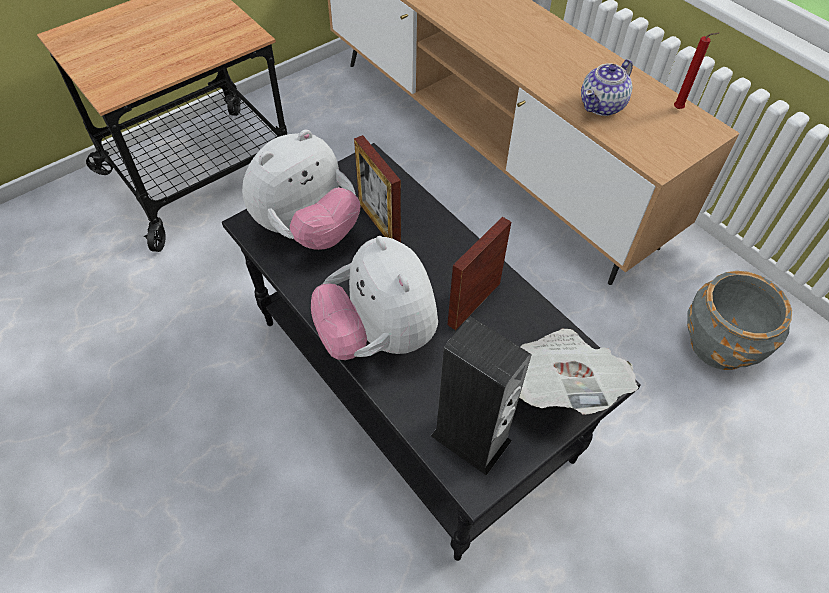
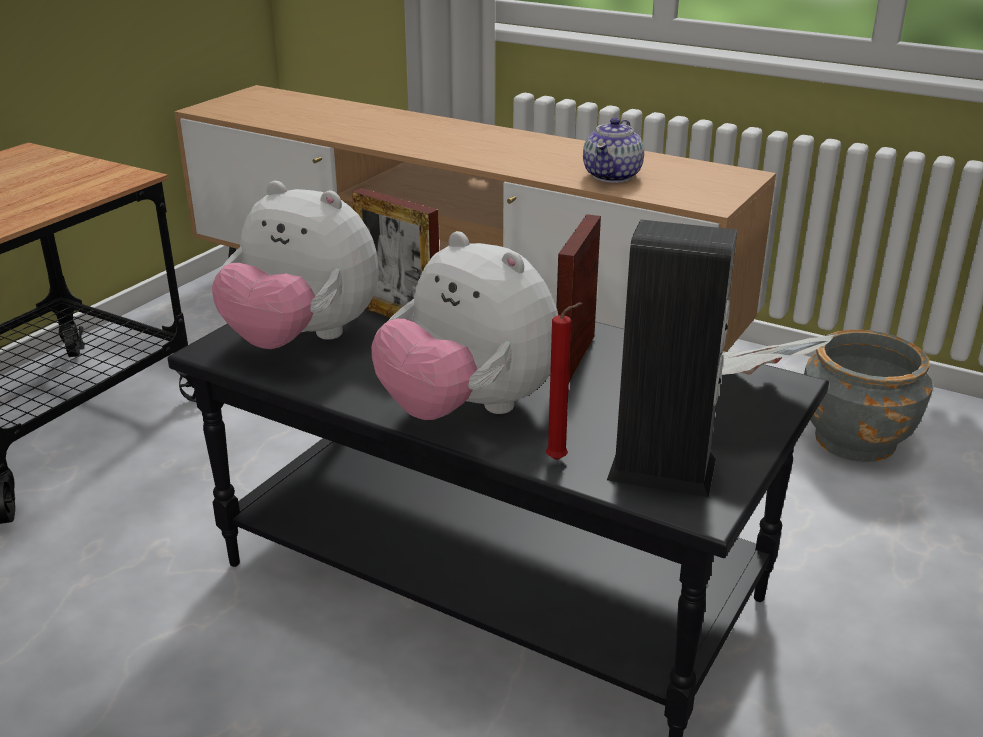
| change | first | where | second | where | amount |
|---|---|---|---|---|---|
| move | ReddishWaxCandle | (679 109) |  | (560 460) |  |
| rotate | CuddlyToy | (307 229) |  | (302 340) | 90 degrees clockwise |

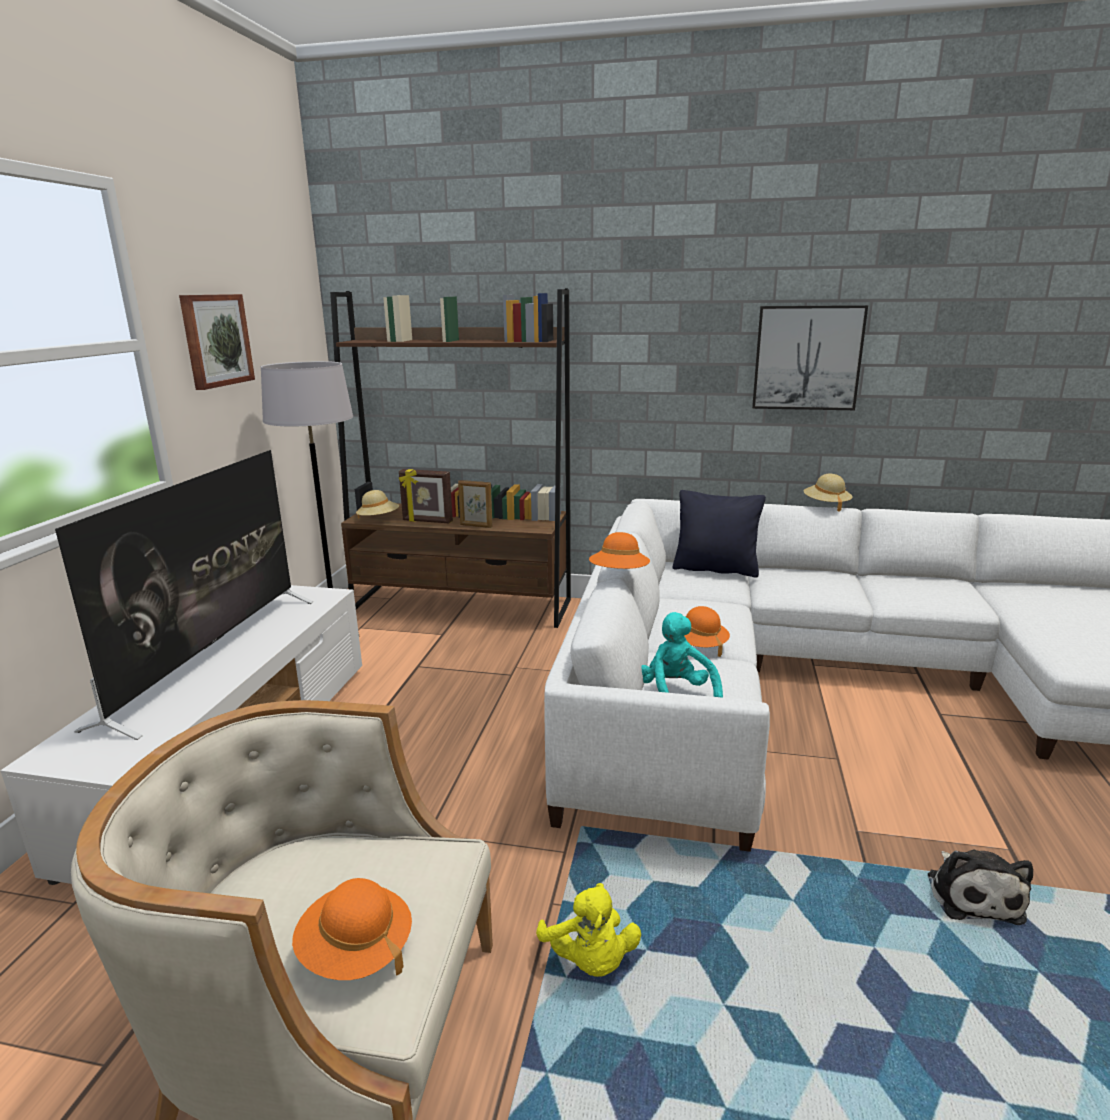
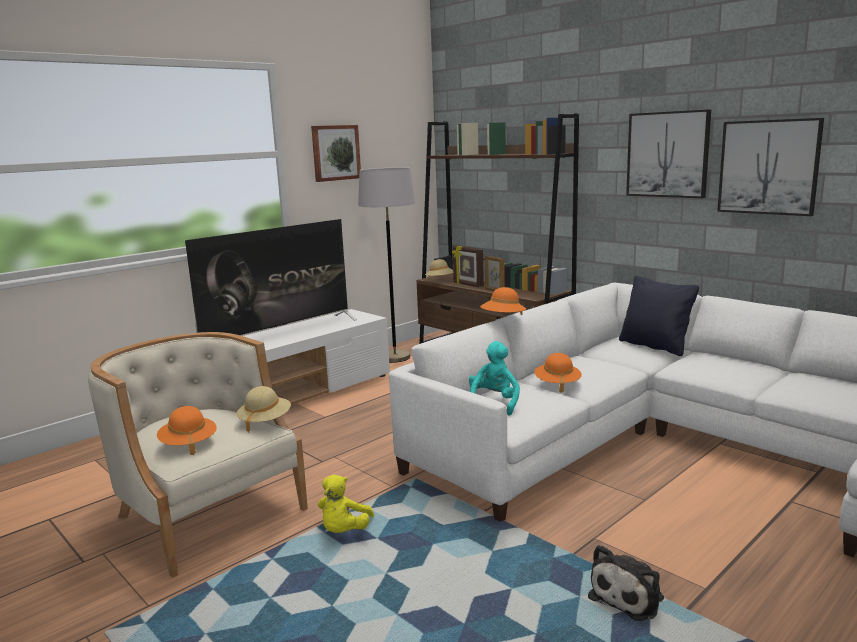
| change | first | where | second | where | amount |
|---|---|---|---|---|---|
| insert |  |  | Picture | (668 154) |  |
| move | BeigeWearableHat | (826 505) |  | (265 421) |  |

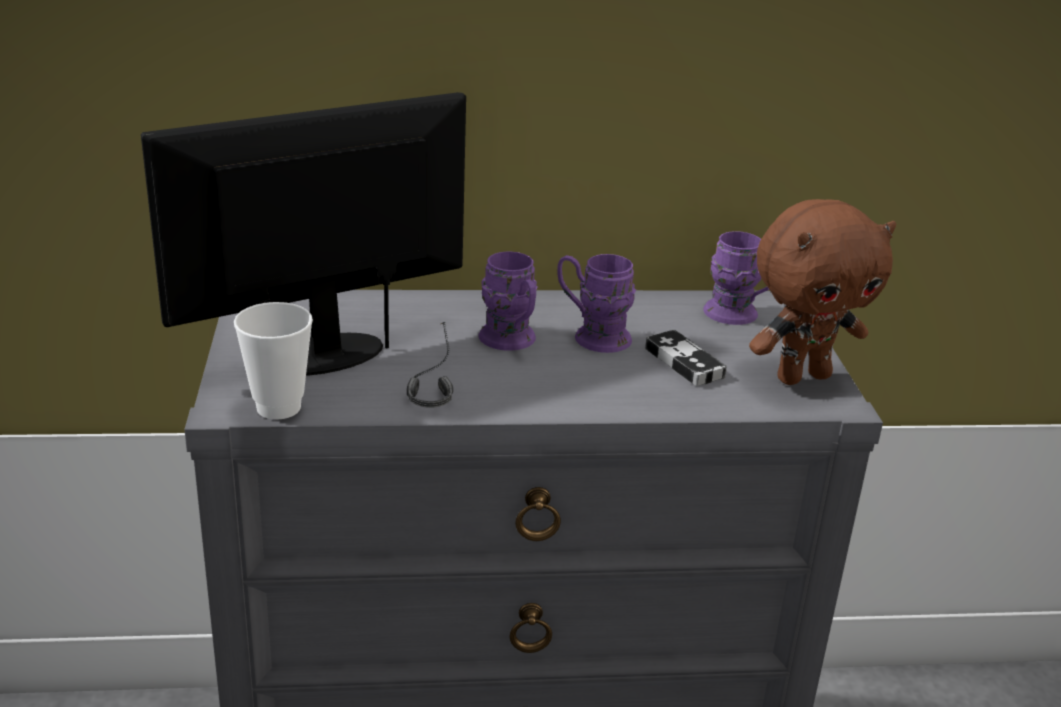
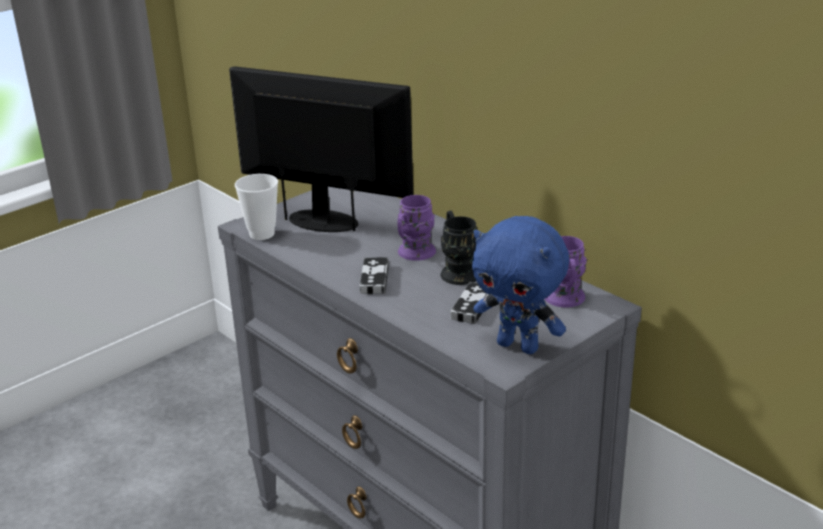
| change | first | where | second | where | amount |
|---|---|---|---|---|---|
| delete | Headset | (428 379) |  |  |  |
| insert |  |  | Gamepad | (374 279) |  |
| recolor | PurpleMug | (592 336) | BlackishMug | (457 271) |  |
| recolor | BrownishCuddlyToy | (802 376) | BluishCuddlyToy | (519 346) |  |

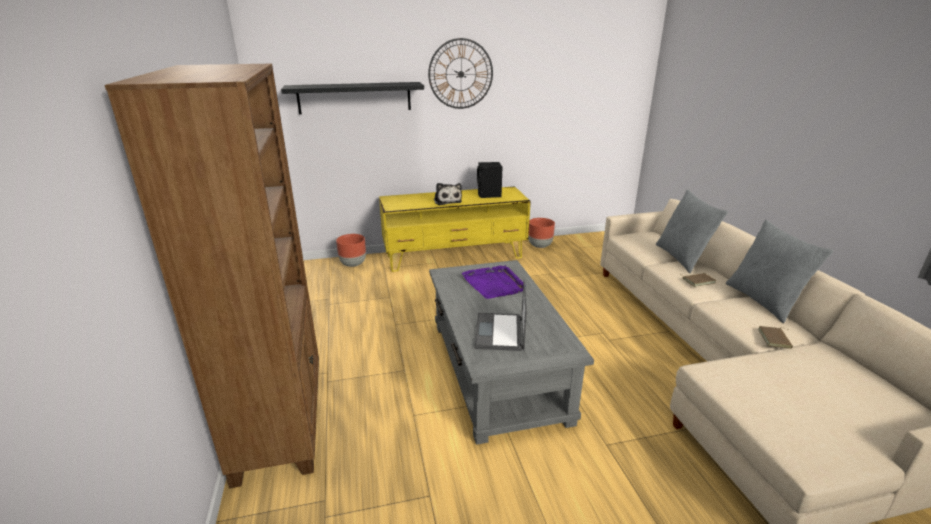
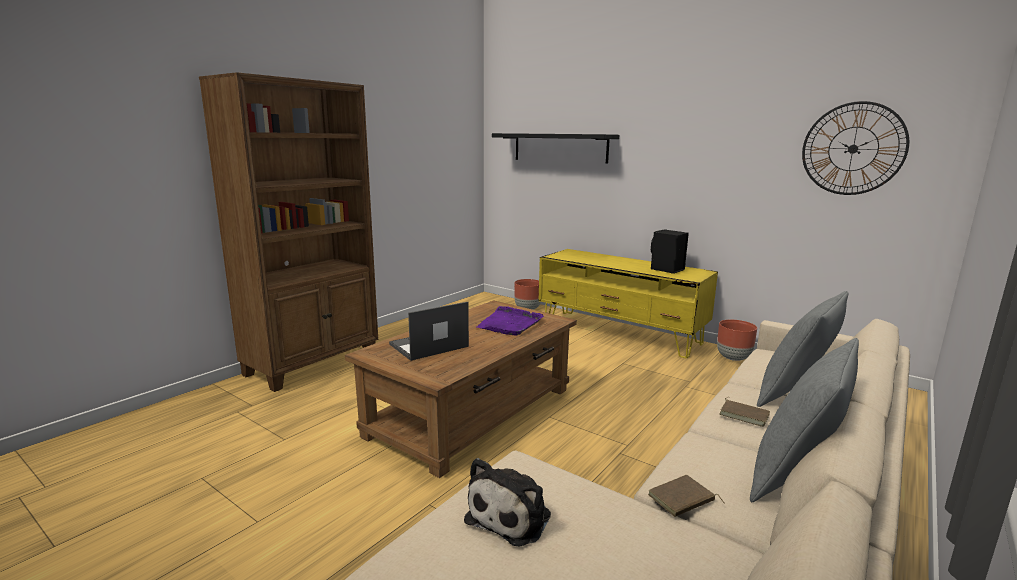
| change | first | where | second | where | amount |
|---|---|---|---|---|---|
| move | HangingClock | (461 74) |  | (853 149) |  |
| move | CuddlyToy | (447 201) |  | (512 516) |  |
| recolor | GreyCoffeeTable | (497 370) | BrownishCoffeeTable | (471 412) |  |

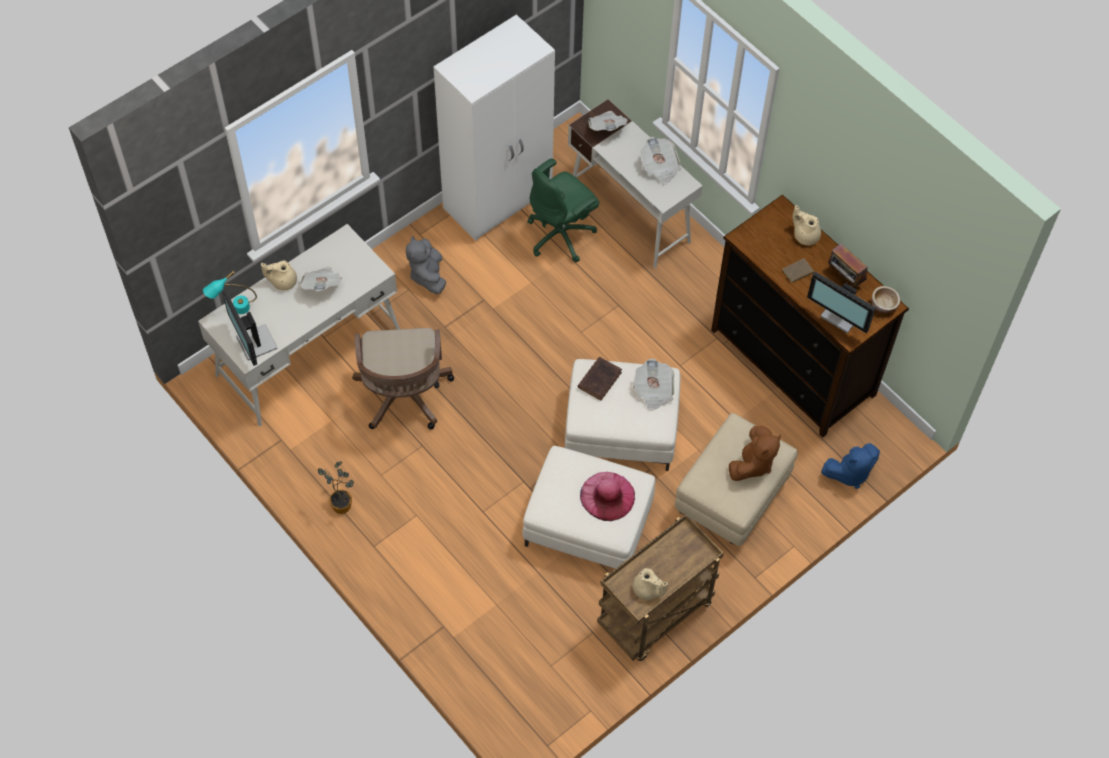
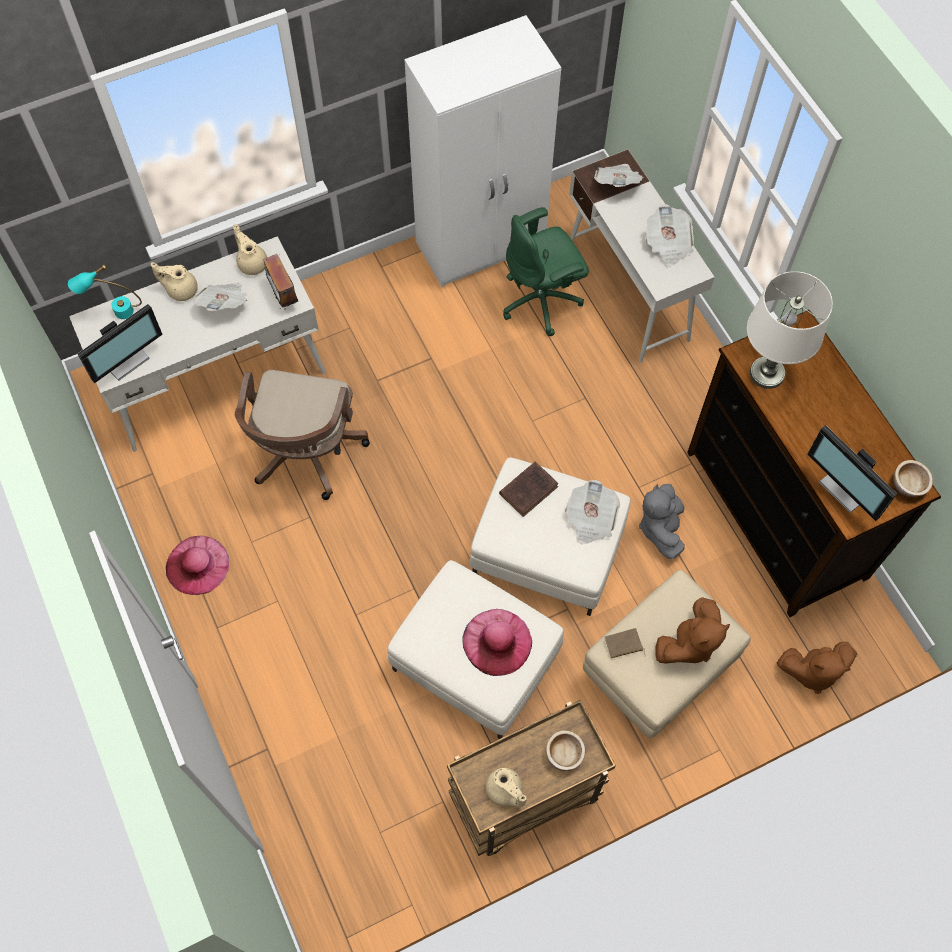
| change | first | where | second | where | amount |
|---|---|---|---|---|---|
| insert |  |  | Bowl | (564 754) |  |
| insert |  |  | WhiteColouredTabletopLamp | (766 373) |  |
| move | GreyCuddlyToy | (427 275) |  | (661 528) |  |
| move | BrownishBoundBook | (798 272) |  | (623 645) |  |
| move | BeigeTeaPot | (805 235) |  | (252 263) |  |
| move | Radio | (844 278) |  | (283 296) |  |
| replace | Houseplant | (342 502) | PinkWearableHat | (197 565) |  |
| recolor | BluishCuddlyToy | (849 473) | BrownishCuddlyToy | (812 671) |  |
| rotate | ComputerScreen | (255 343) |  | (124 358) | 120 degrees counterclockwise |

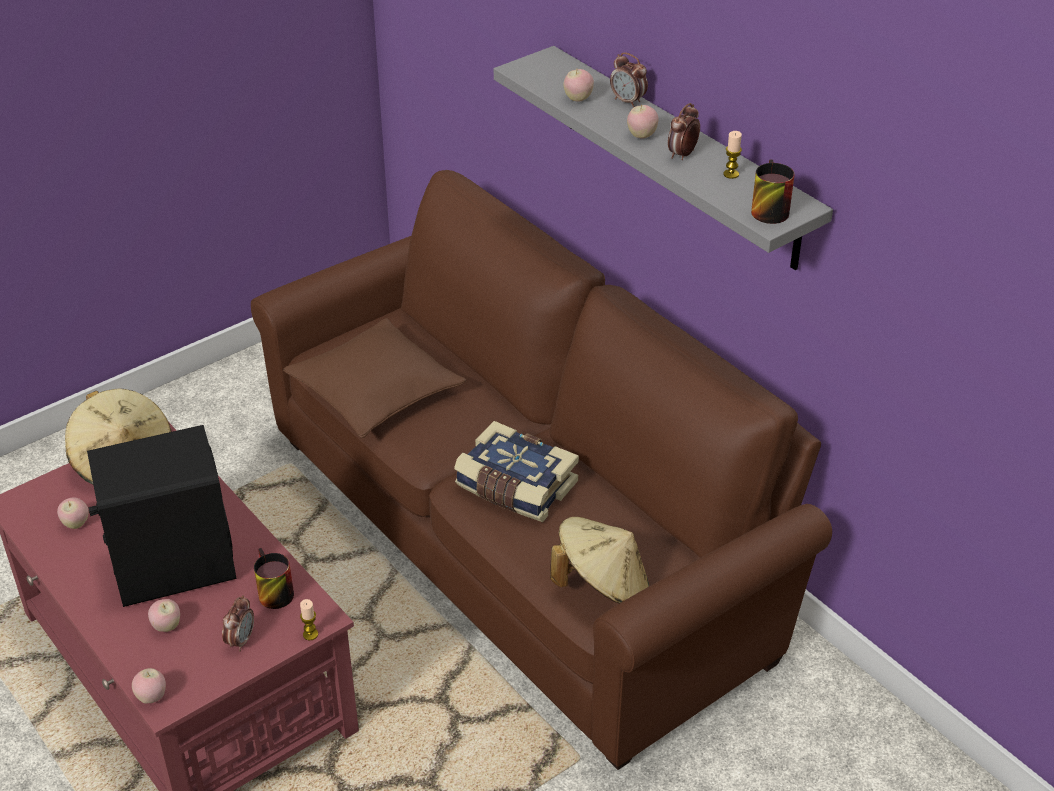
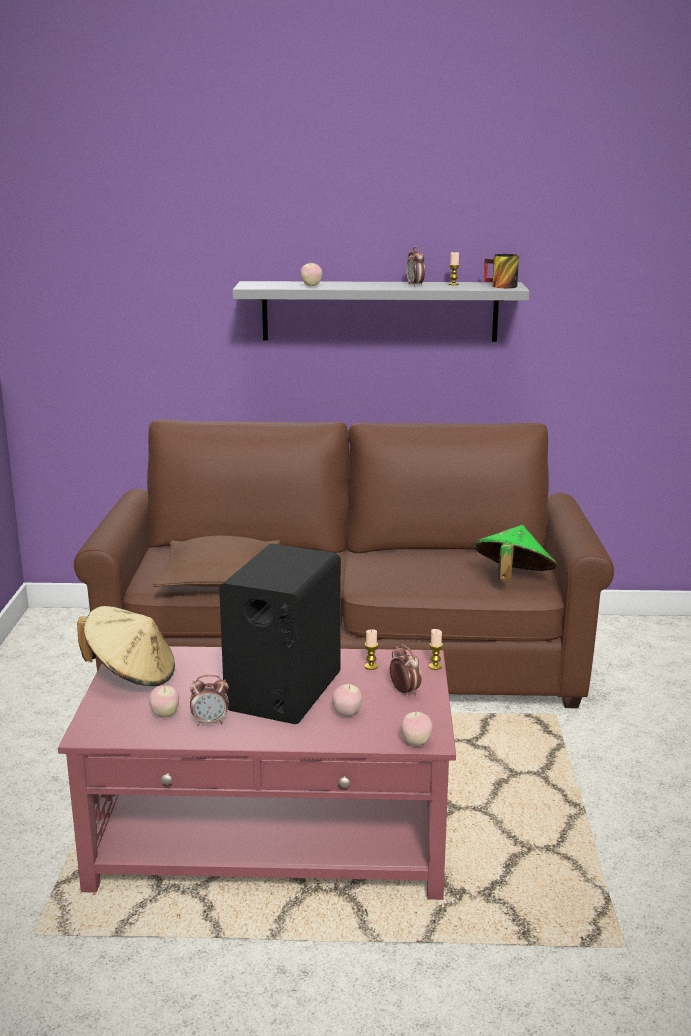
| change | first | where | second | where | amount |
|---|---|---|---|---|---|
| delete | BoundBook | (515 488) |  |  |  |
| delete | WholeApple | (642 136) |  |  |  |
| move | TableClock | (628 101) |  | (210 722) |  |
| replace | Mug | (270 592) | WaxCandle | (371 666) |  |
| recolor | BeigeWearableHat | (602 585) | GreenColouredWearableHat | (512 580) |  |

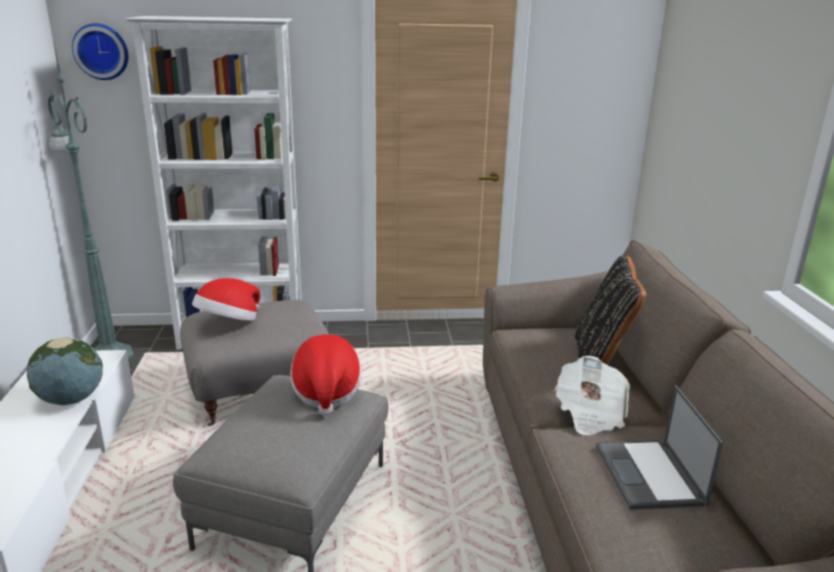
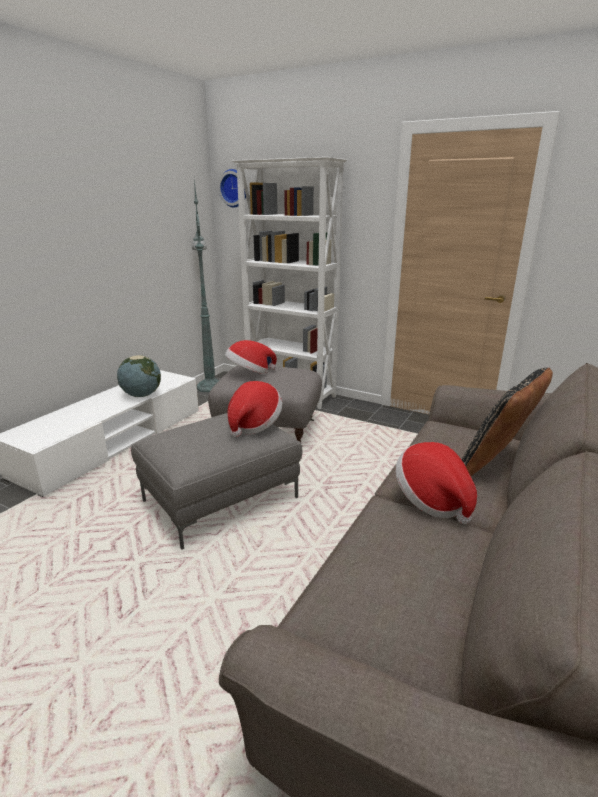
| change | first | where | second | where | amount |
|---|---|---|---|---|---|
| delete | PortableComputer | (650 475) |  |  |  |
| replace | PrintedPaper | (589 413) | WearableHat | (432 500) |  |

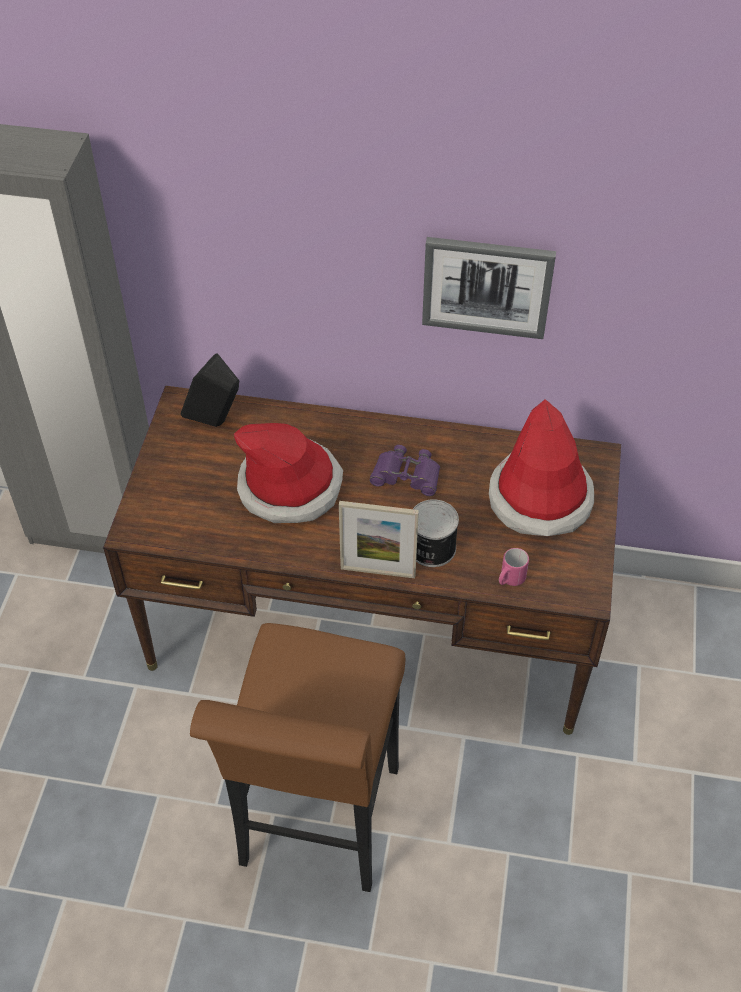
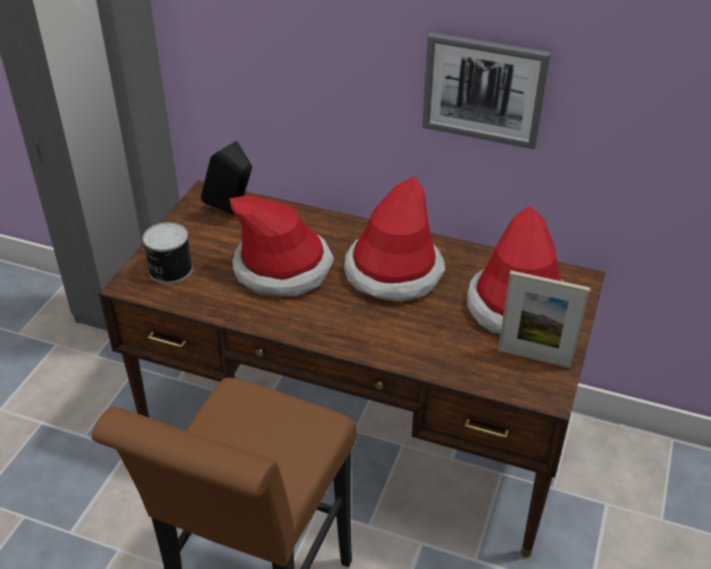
| change | first | where | second | where | amount |
|---|---|---|---|---|---|
| delete | PinkMug | (510 579) |  |  |  |
| move | PictureFrame | (378 571) |  | (534 358) |  |
| move | MetalCan | (431 548) |  | (169 270) |  |
| replace | PurplePairOfBinoculars | (406 475) | WearableHat | (393 272) |  |

